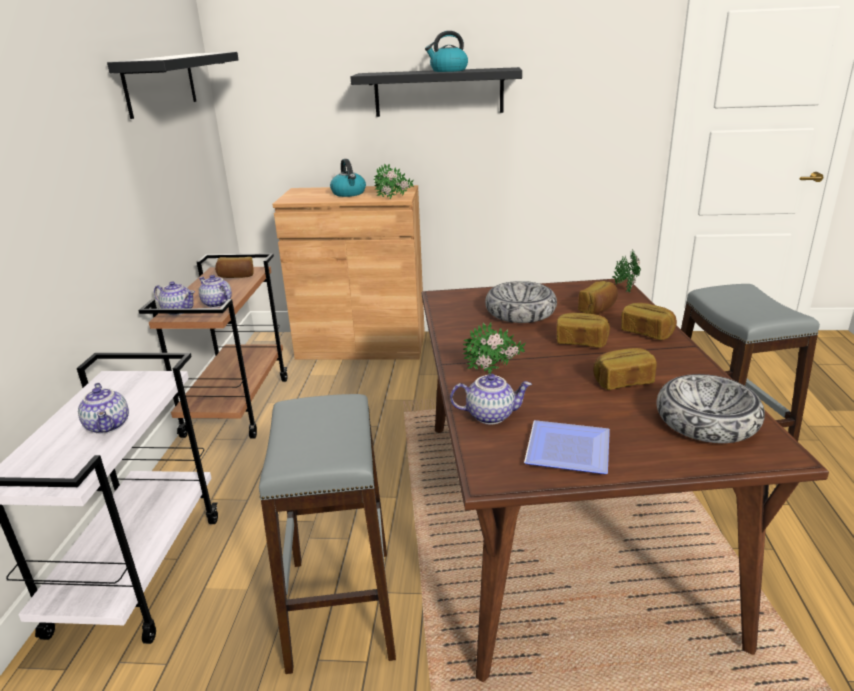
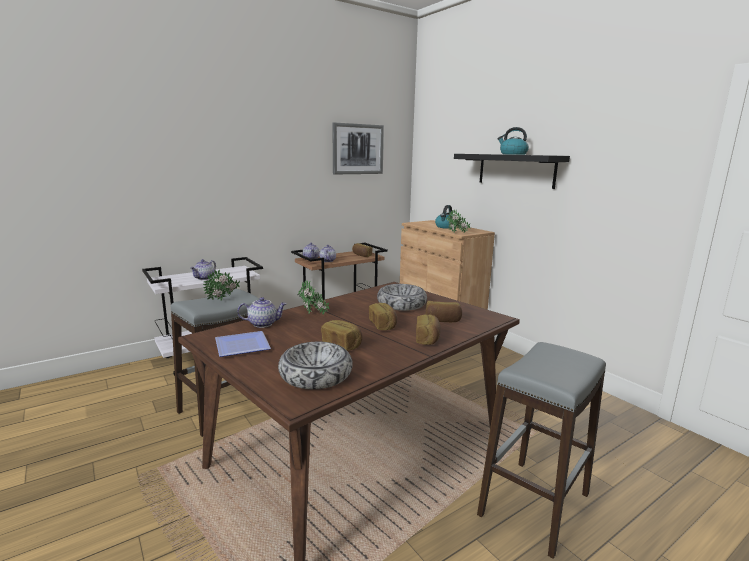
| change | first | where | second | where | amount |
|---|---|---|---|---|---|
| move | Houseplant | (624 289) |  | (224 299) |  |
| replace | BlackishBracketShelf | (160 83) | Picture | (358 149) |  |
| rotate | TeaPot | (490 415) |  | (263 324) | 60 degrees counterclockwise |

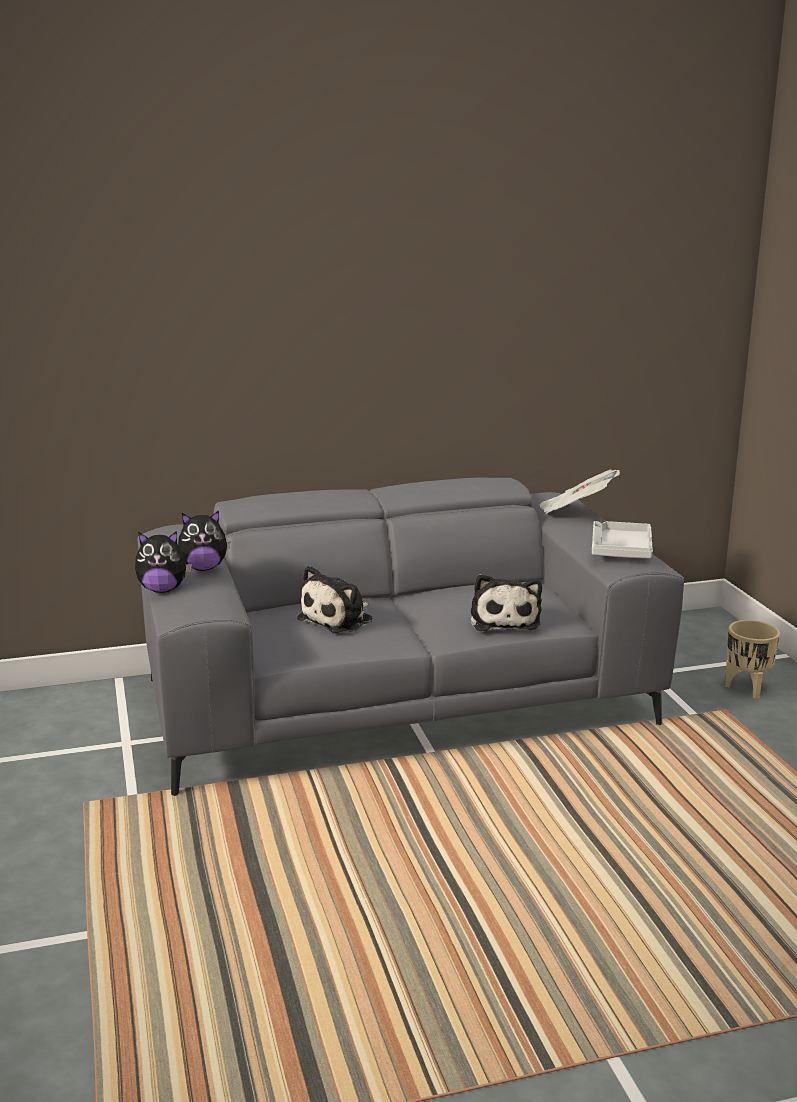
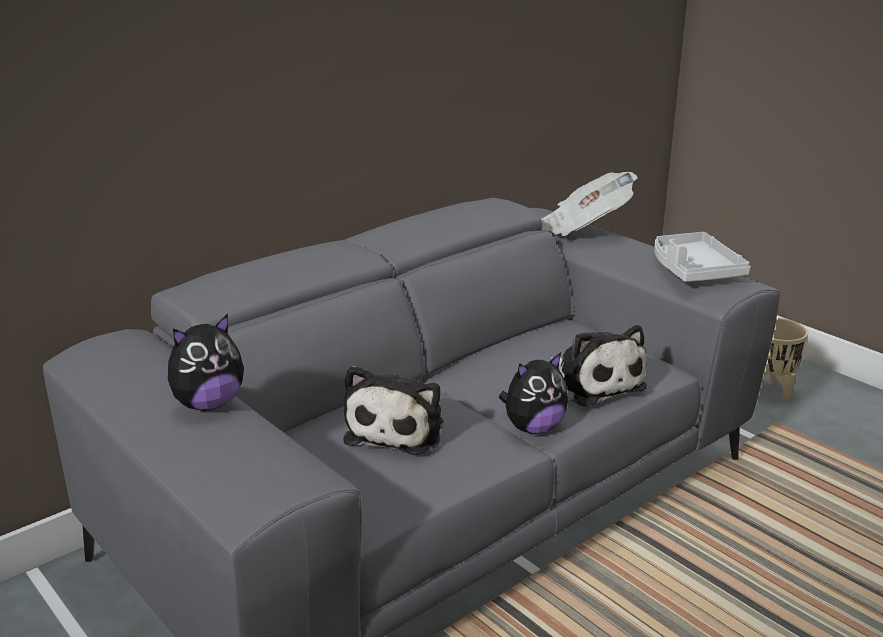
| change | first | where | second | where | amount |
|---|---|---|---|---|---|
| move | CuddlyToy | (163 590) |  | (533 427) |  |

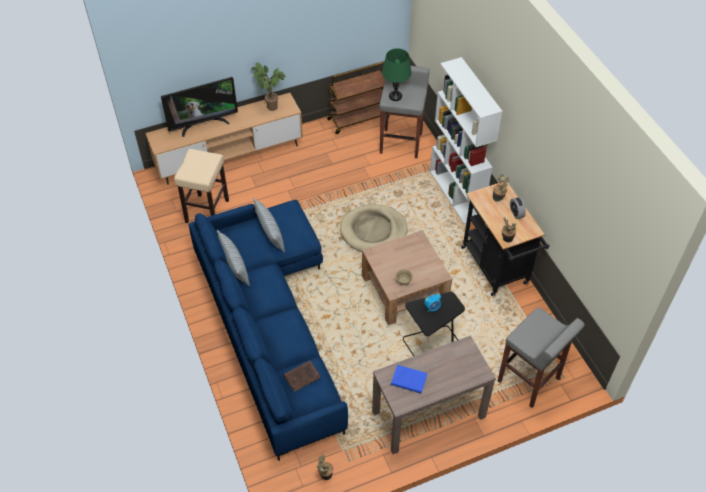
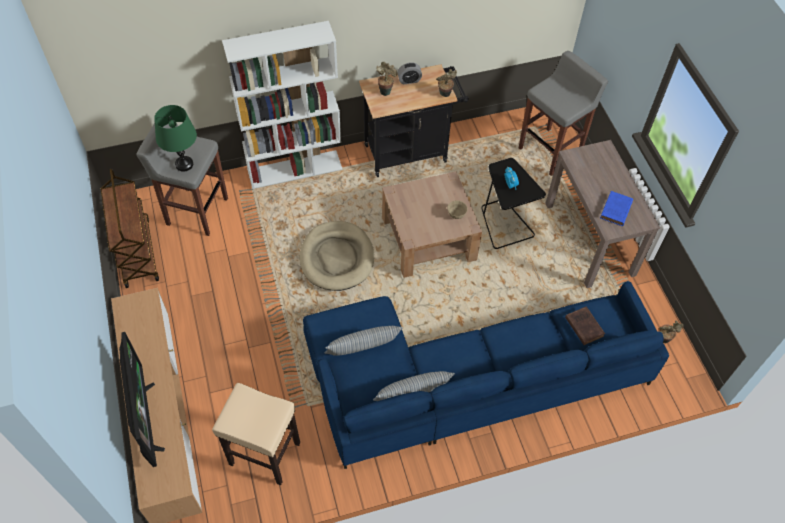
| change | first | where | second | where | amount |
|---|---|---|---|---|---|
| delete | Houseplant | (270 108) |  |  |  |

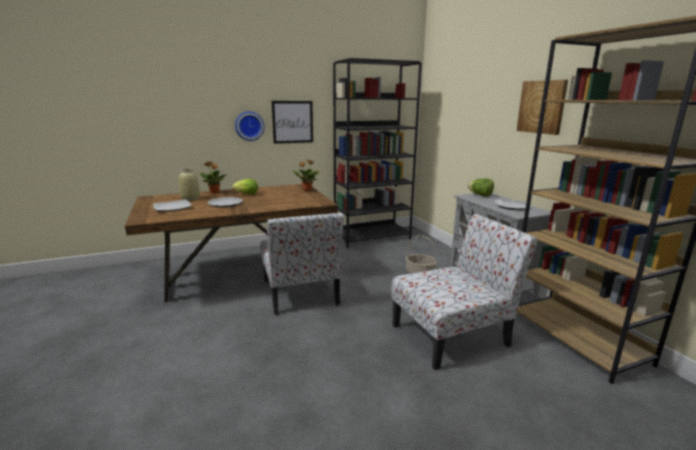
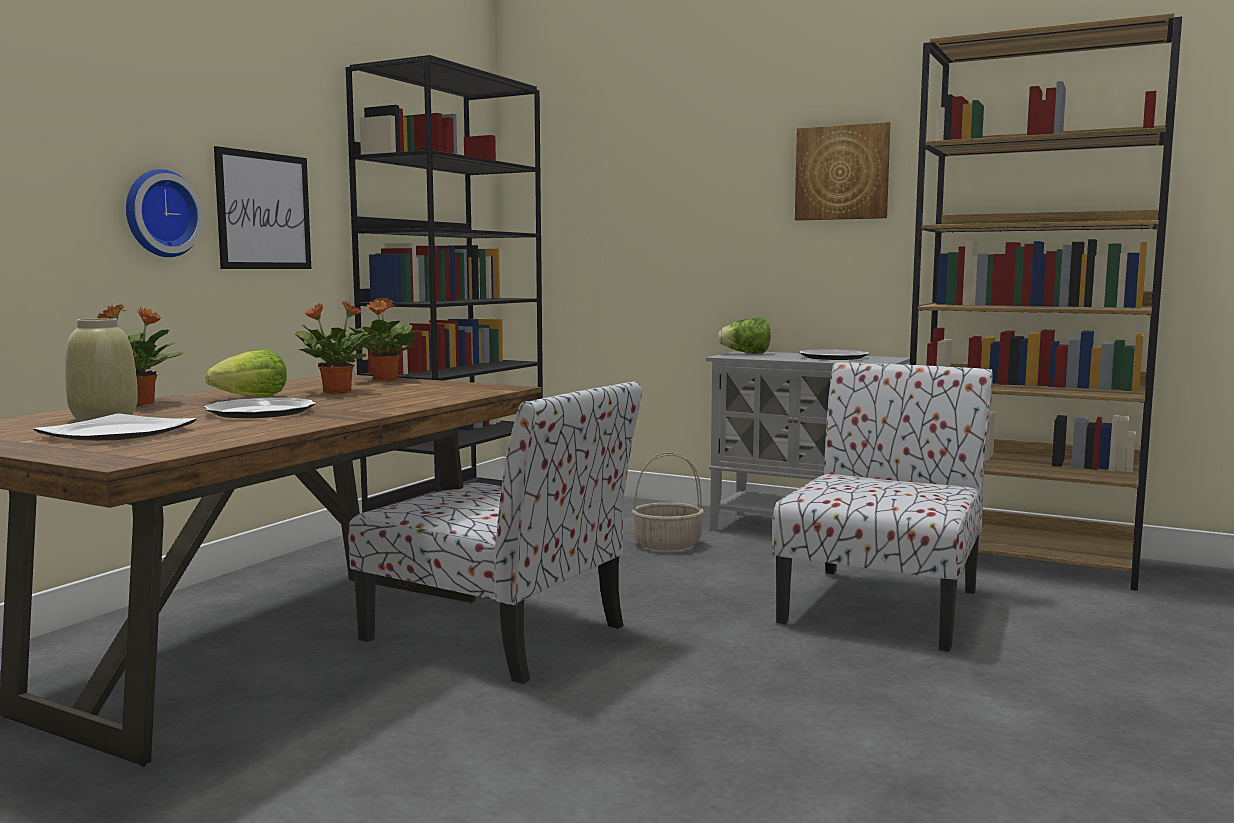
| change | first | where | second | where | amount |
|---|---|---|---|---|---|
| insert |  |  | Houseplant | (335 392) |  |

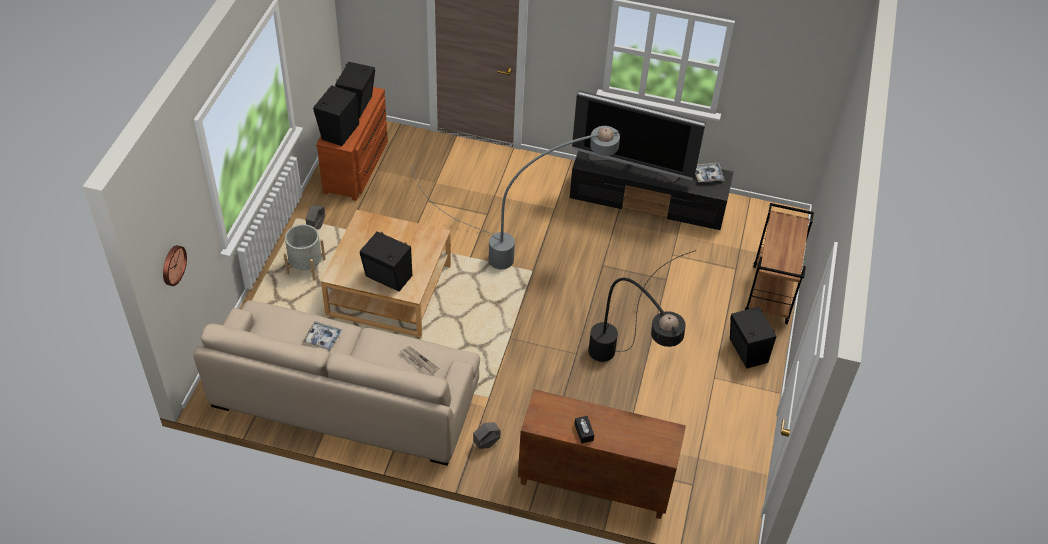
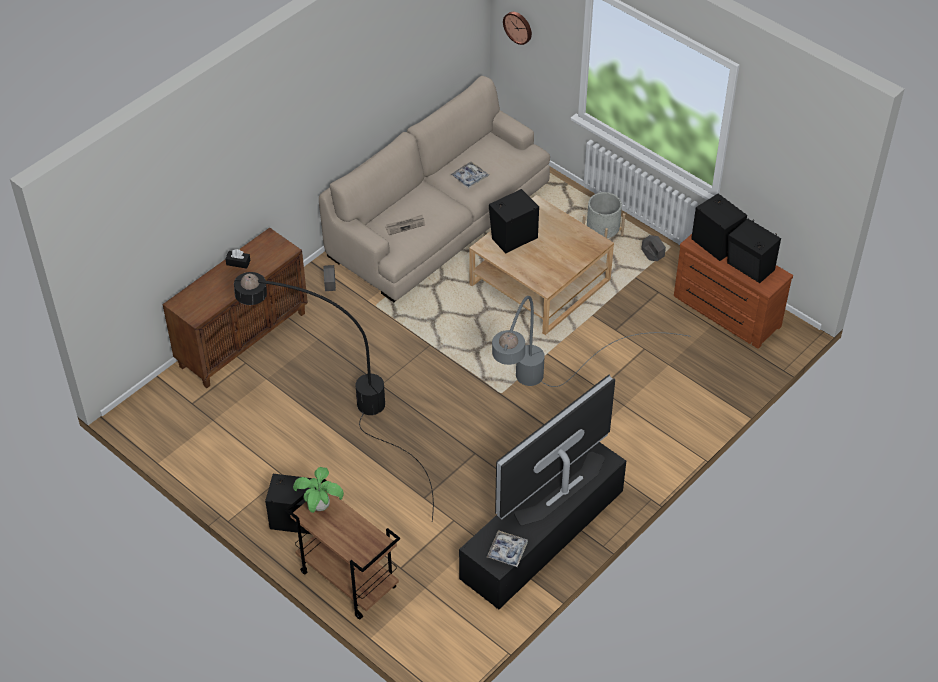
| change | first | where | second | where | amount |
|---|---|---|---|---|---|
| insert |  |  | Houseplant | (320 506) |  |

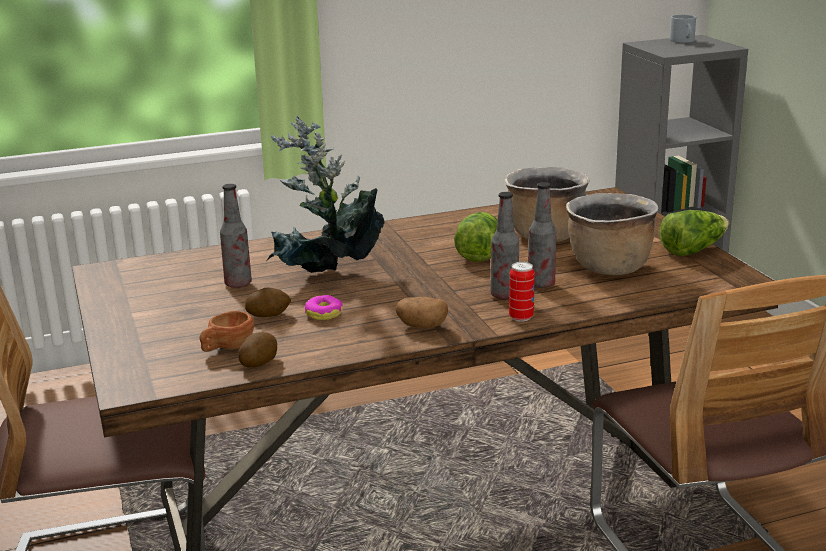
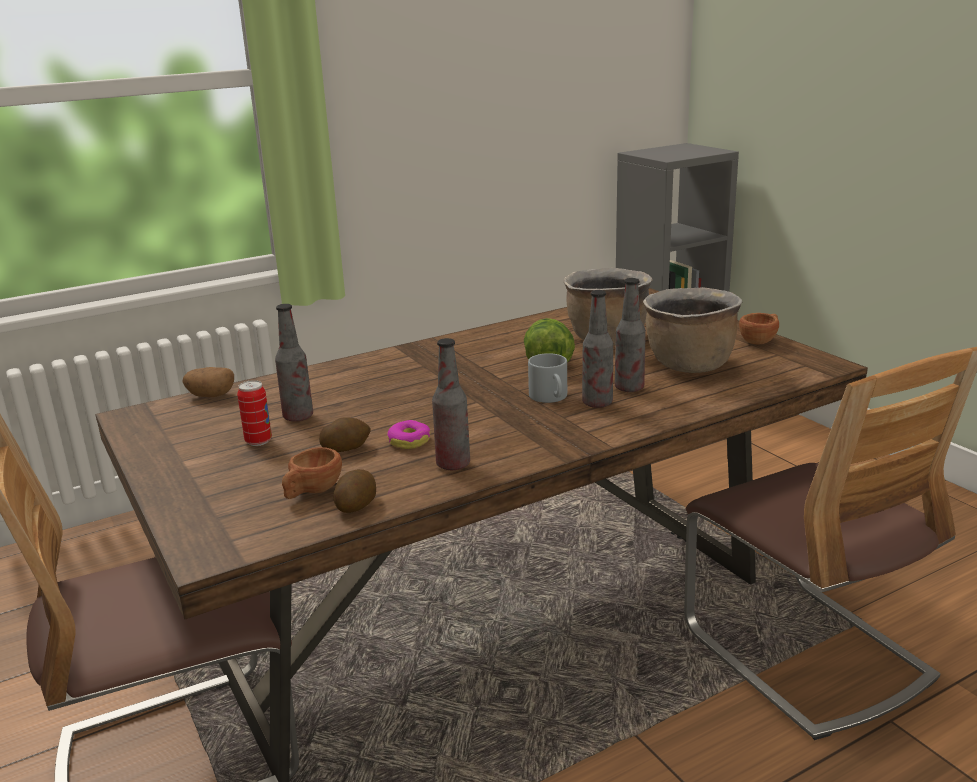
| change | first | where | second | where | amount |
|---|---|---|---|---|---|
| delete | Houseplant | (328 277) |  |  |  |
| insert |  |  | Bottle | (453 464) |  |
| move | WholePotato | (422 326) |  | (211 396) |  |
| move | MetalCan | (521 317) |  | (258 441) |  |
| move | GreyMug | (684 41) |  | (551 397) |  |
| replace | HeadOfLettuce | (692 250) | BrownishSmallCup | (760 341) |  |

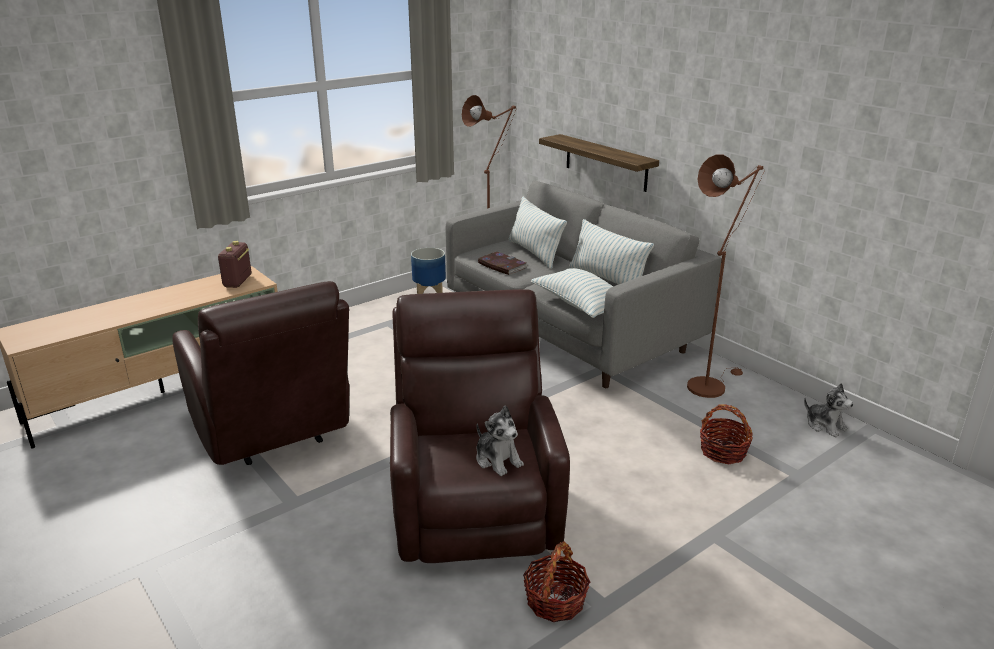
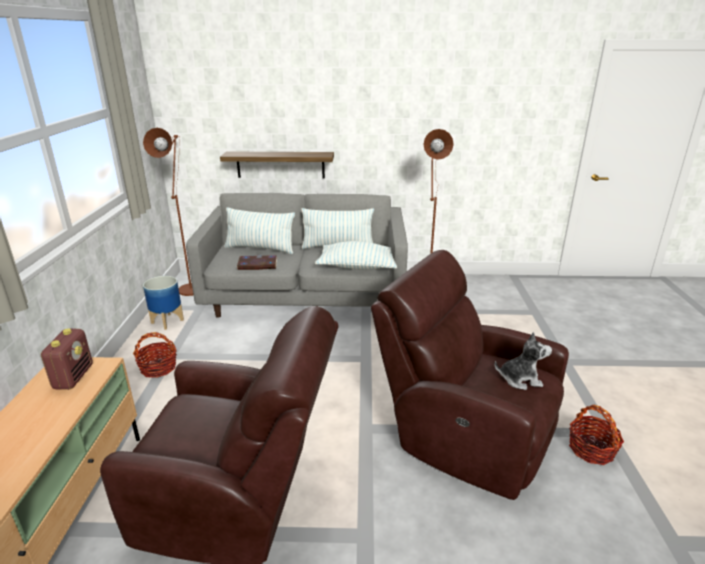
| change | first | where | second | where | amount |
|---|---|---|---|---|---|
| delete | CuddlyToy | (825 425) |  |  |  |
| move | HouseholdBasket | (723 452) |  | (158 368) |  |
| rotate | Radio | (237 282) |  | (73 377) | 135 degrees counterclockwise |

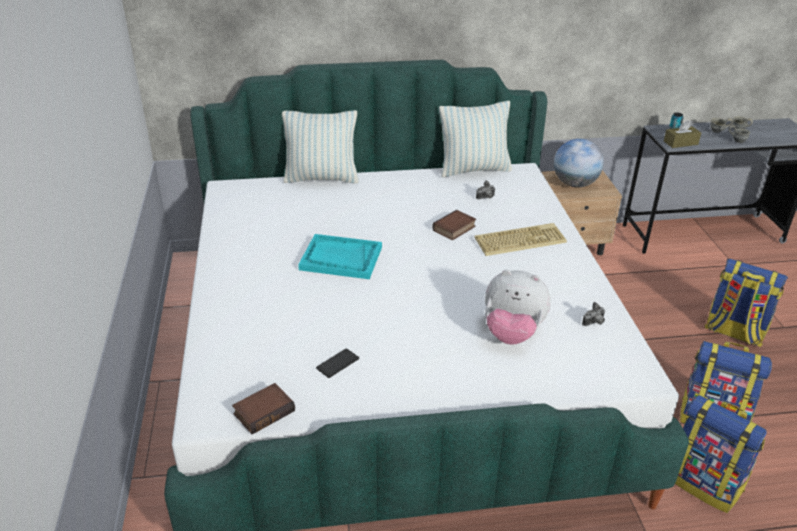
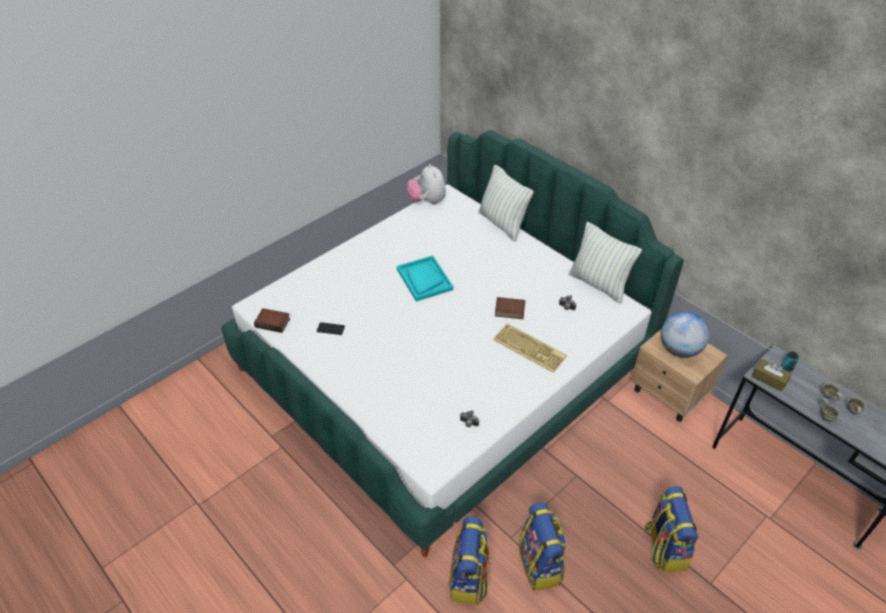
| change | first | where | second | where | amount |
|---|---|---|---|---|---|
| move | CuddlyToy | (512 333) |  | (427 201) |  |

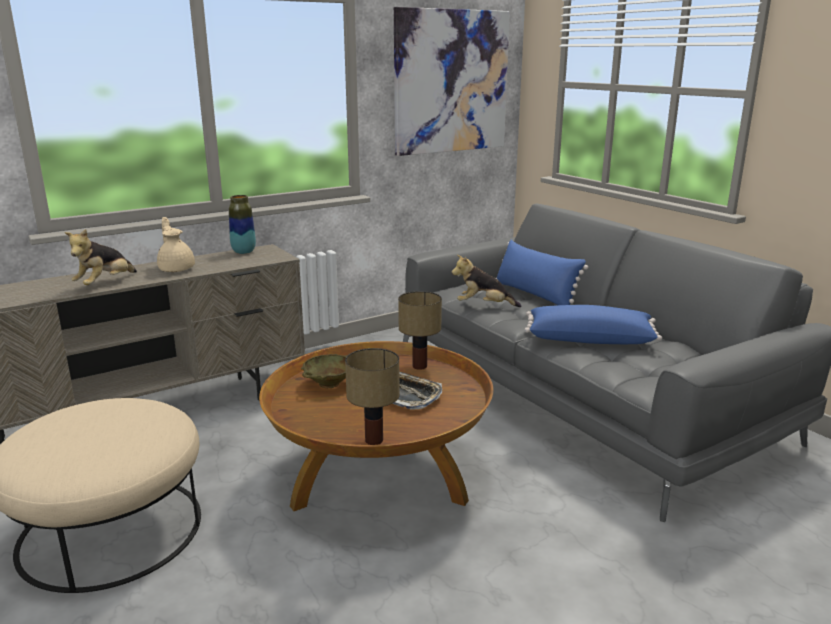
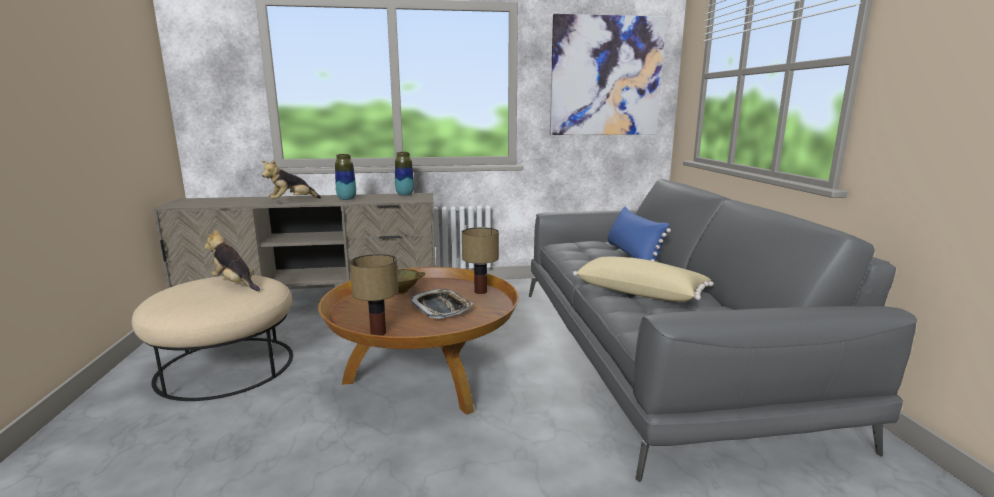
| change | first | where | second | where | amount |
|---|---|---|---|---|---|
| move | CuddlyToy | (484 305) |  | (235 284) |  |
| replace | BeigeTeaPot | (177 269) | DecorativeVase | (346 199) |  |
| recolor | BluishCushion | (589 339) | BeigeCushion | (640 292) |  |

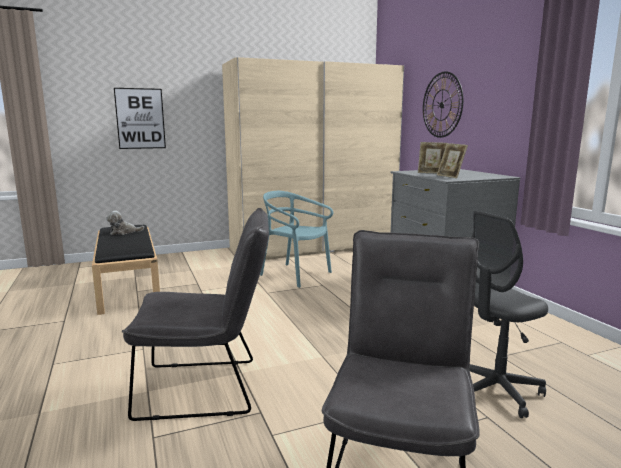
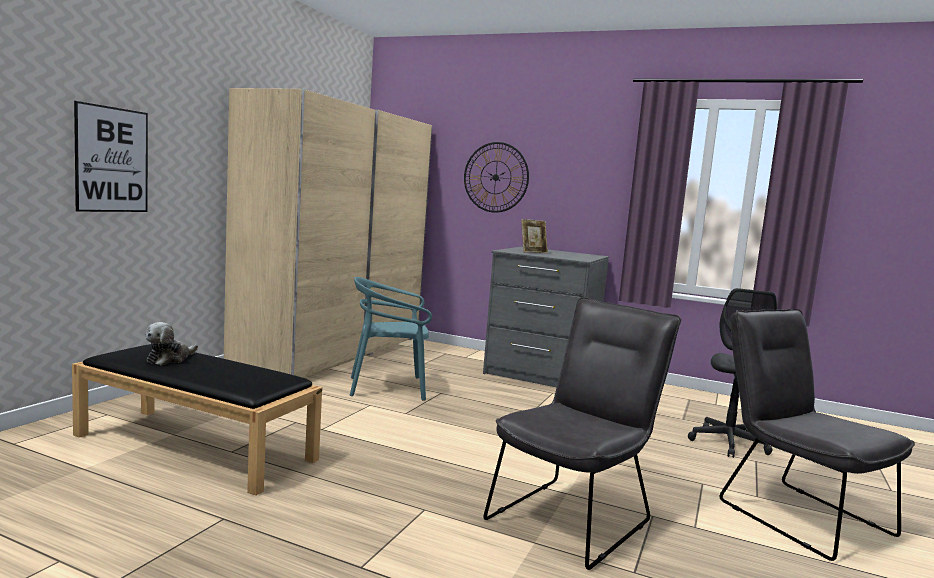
| change | first | where | second | where | amount |
|---|---|---|---|---|---|
| delete | PictureFrame | (450 176) |  |  |  |

